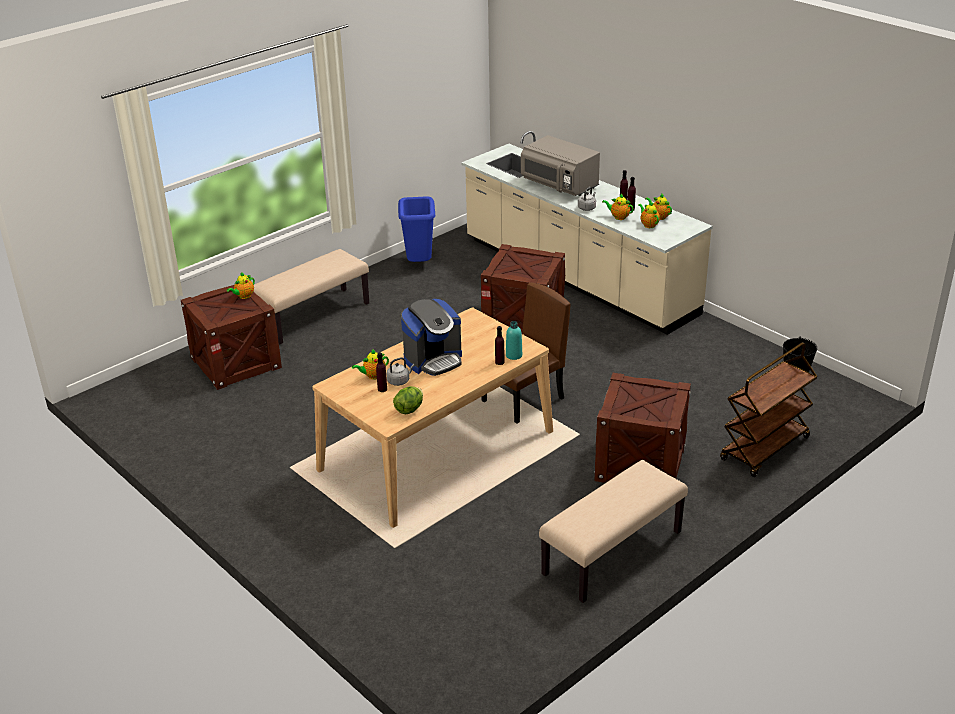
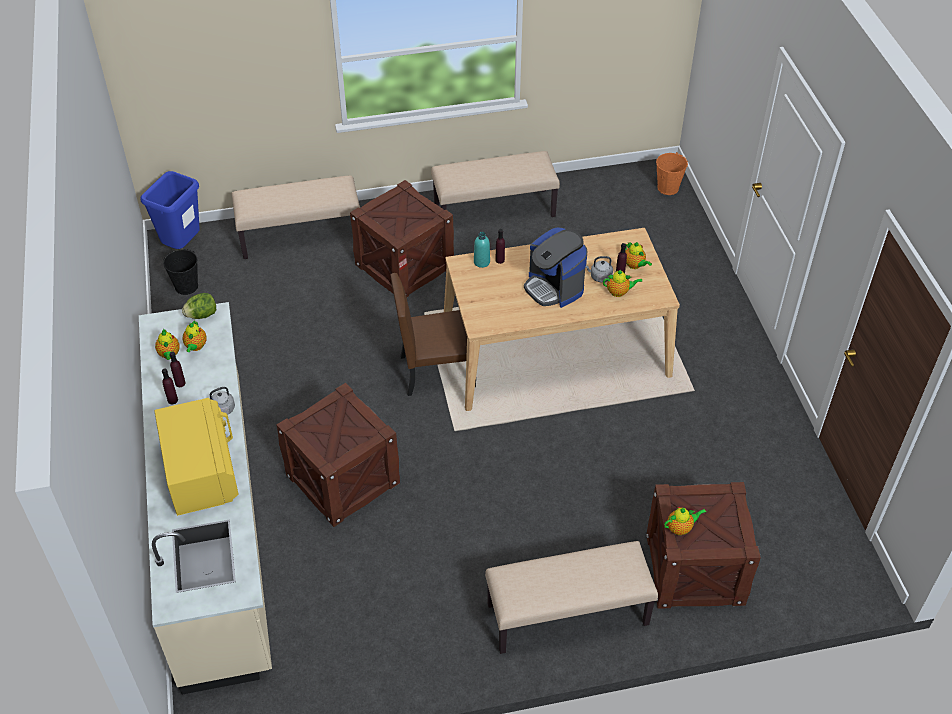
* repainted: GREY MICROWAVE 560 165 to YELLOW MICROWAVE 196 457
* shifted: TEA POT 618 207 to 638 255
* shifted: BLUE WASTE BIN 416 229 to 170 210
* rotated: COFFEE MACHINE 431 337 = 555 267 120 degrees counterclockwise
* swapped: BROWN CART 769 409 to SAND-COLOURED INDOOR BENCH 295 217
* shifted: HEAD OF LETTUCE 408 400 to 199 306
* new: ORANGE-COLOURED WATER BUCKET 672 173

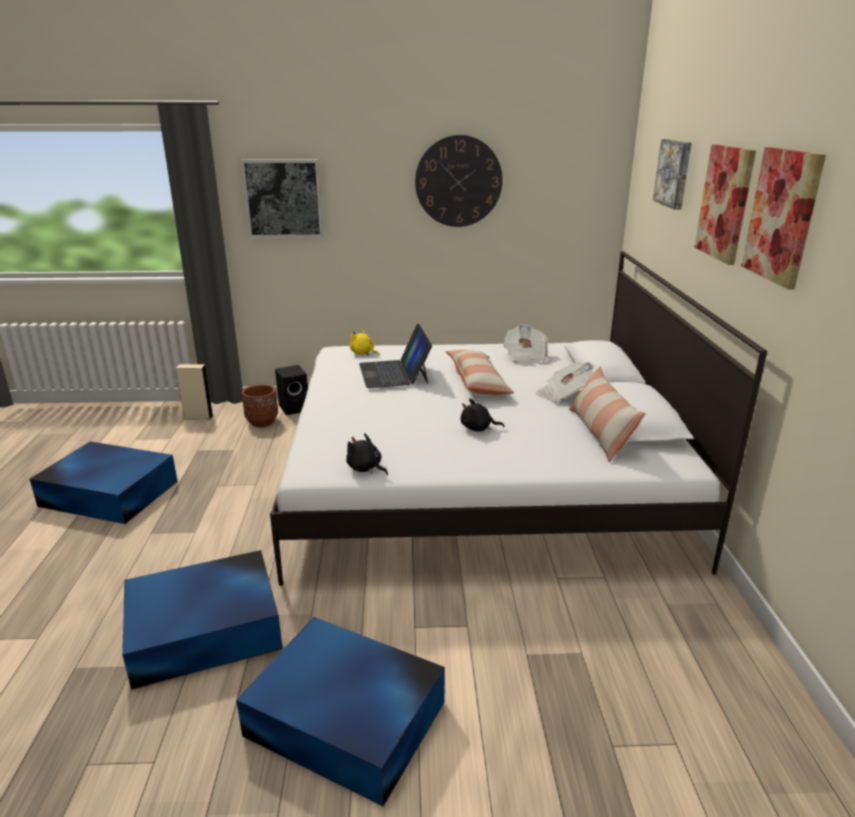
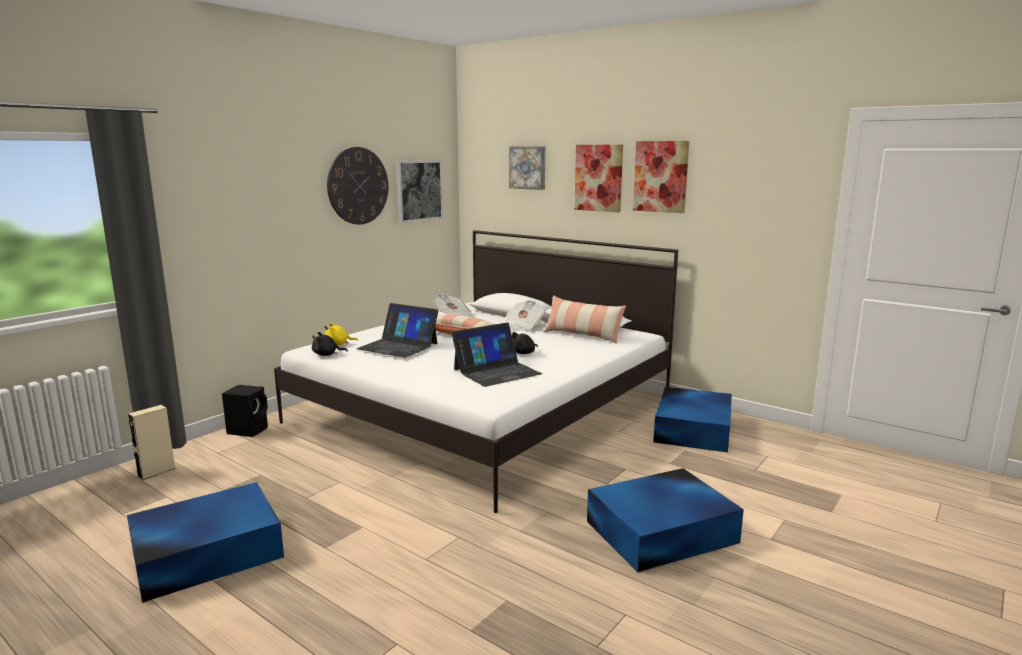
* shifted: PICTURE 282 198 to 419 191
* gone: BROWN PLANTER 260 405
* shifted: BLACK-COLOURED SOFT TOY 367 454 to 330 344
* shifted: BLUE STORAGE BOX 202 620 to 692 419
* new: LAPTOP 496 354

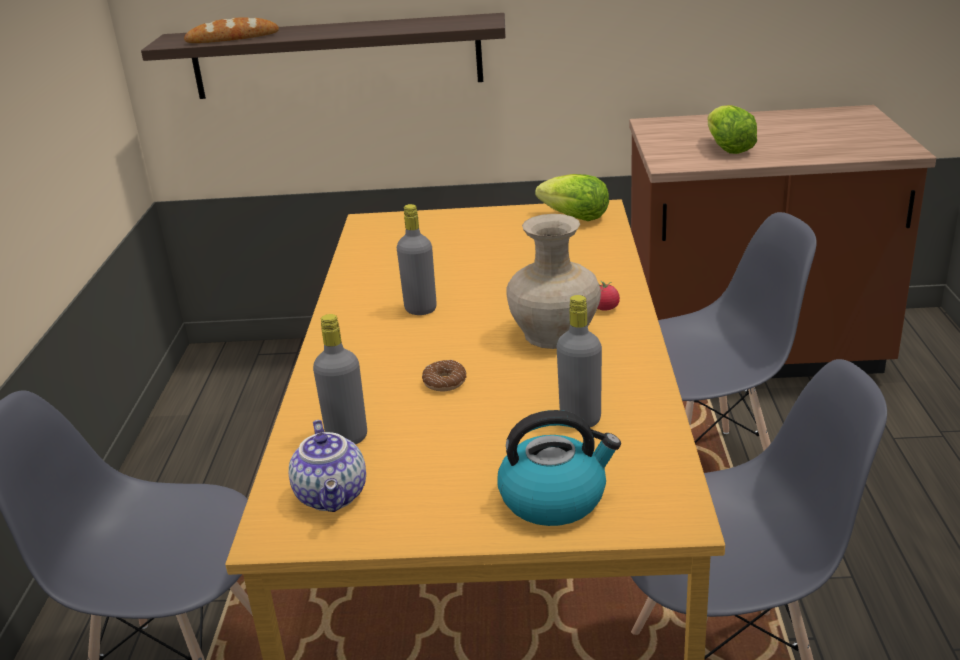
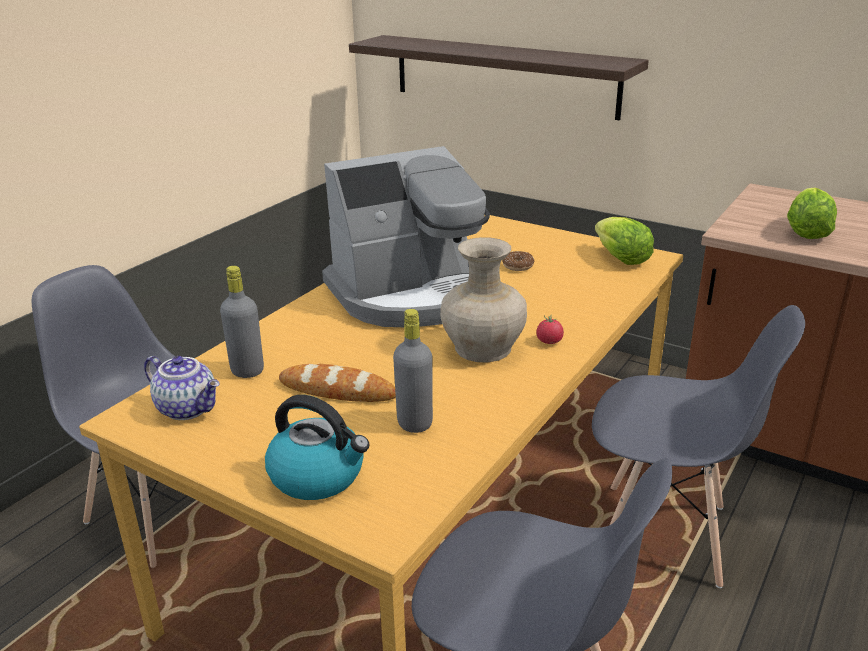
* shifted: BAKERY BREAD 231 30 to 337 383
* swapped: GREY BEVERAGE BOTTLE 417 259 to COFFEE MACHINE 406 236
* shifted: RING DOUGHNUT 444 375 to 518 261
* rotated: TEA POT 327 466 = 182 388 75 degrees counterclockwise

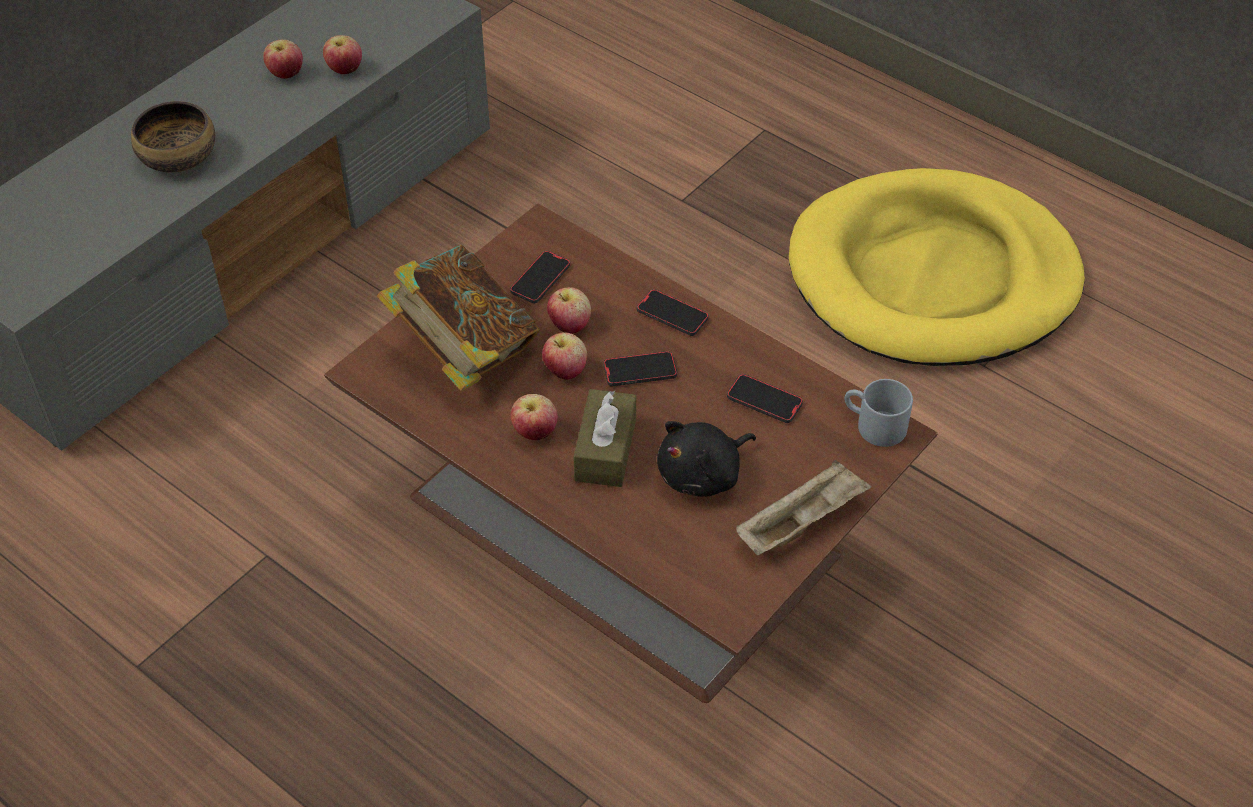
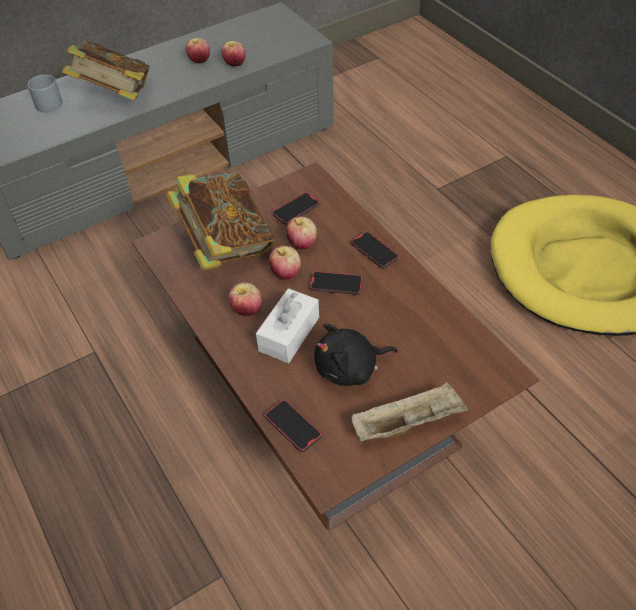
* swapped: BOWL 173 137 to VOLUME 106 70
* shifted: HANDSET 765 398 to 293 426
* shifted: GREY MUG 878 413 to 45 94
* repainted: BROWN TISSUE BOX 605 438 to WHITISH TISSUE BOX 287 325

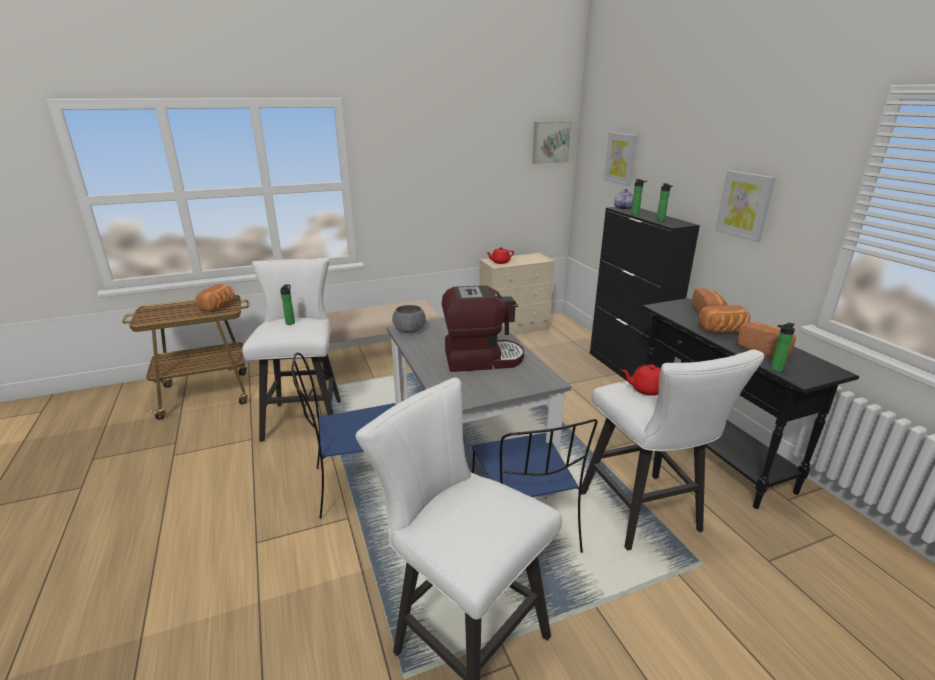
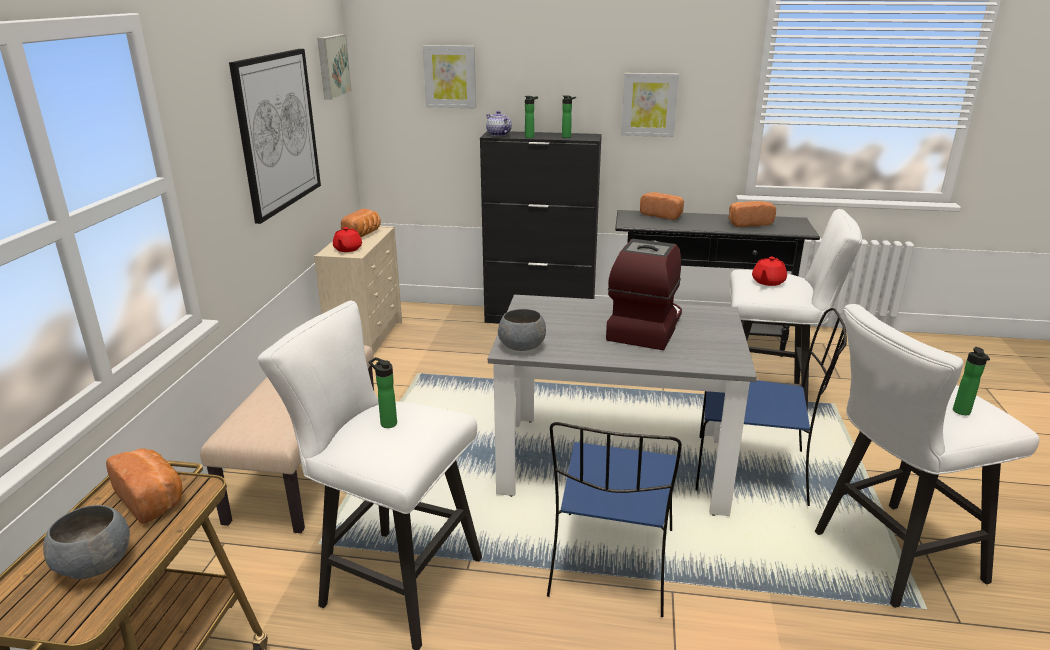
* shifted: BAKERY BREAD 724 319 to 361 223
* shifted: BEVERAGE BOTTLE 782 347 to 971 381
* new: PICTURE 275 136
* new: GREY BOWL 86 542

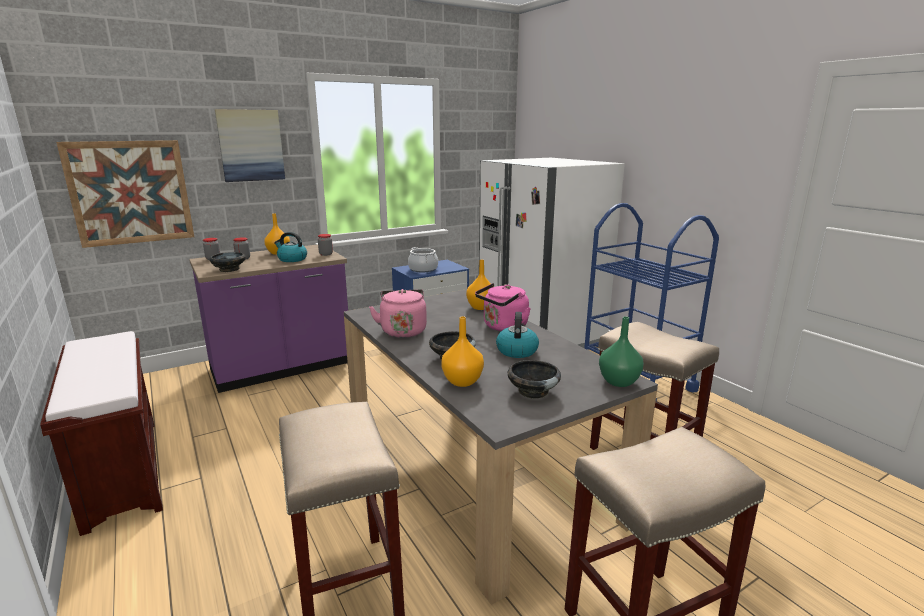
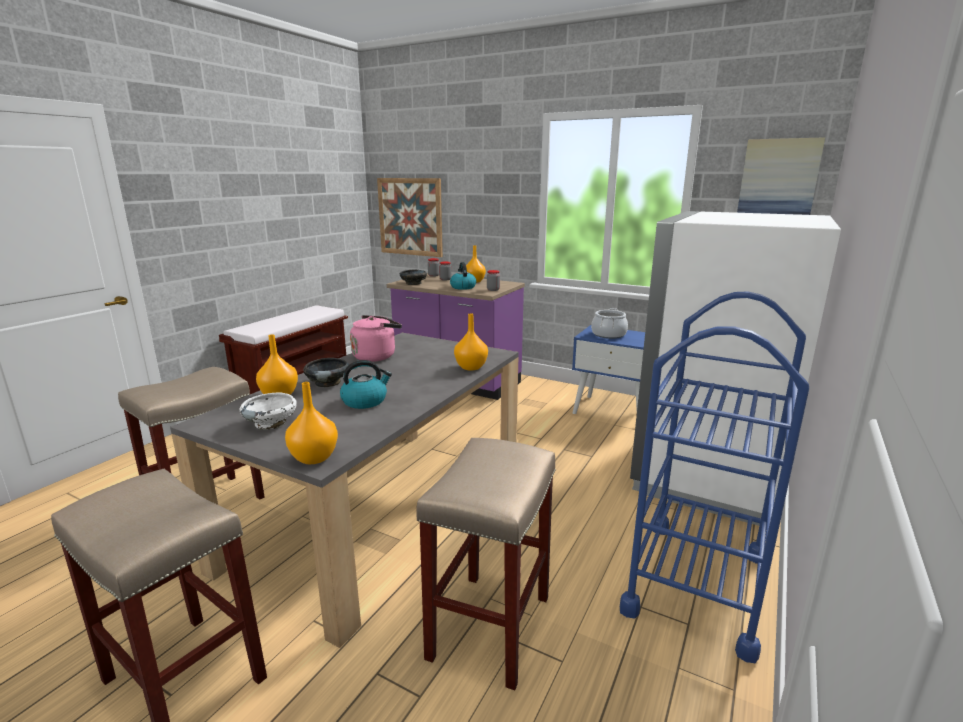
* shifted: PICTURE 250 145 to 781 176
* gone: PINK WATER KETTLE 503 307
* repainted: GREEN DECORATIVE VASE 621 352 to ORANGE-COLOURED DECORATIVE VASE 311 423
* repainted: BLACK-COLOURED BOWL 534 379 to WHITISH BOWL 268 411

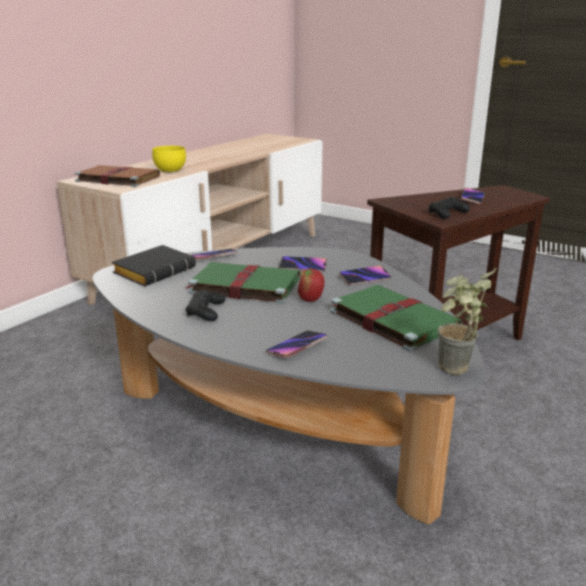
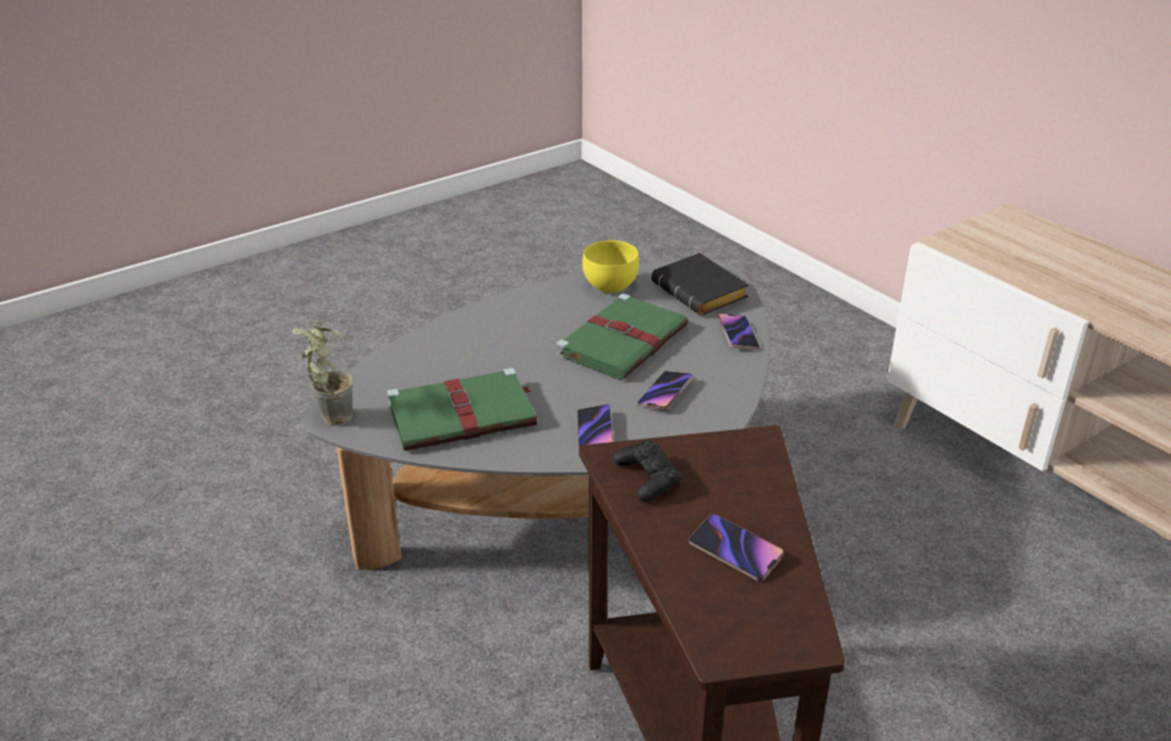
* shifted: YELLOW BOWL 169 159 to 610 267
* gone: BROWN VOLUME 117 176
* gone: APPLE 311 284
* gone: BLACK-COLOURED JOYPAD 205 305
* gone: HANDSET 296 344

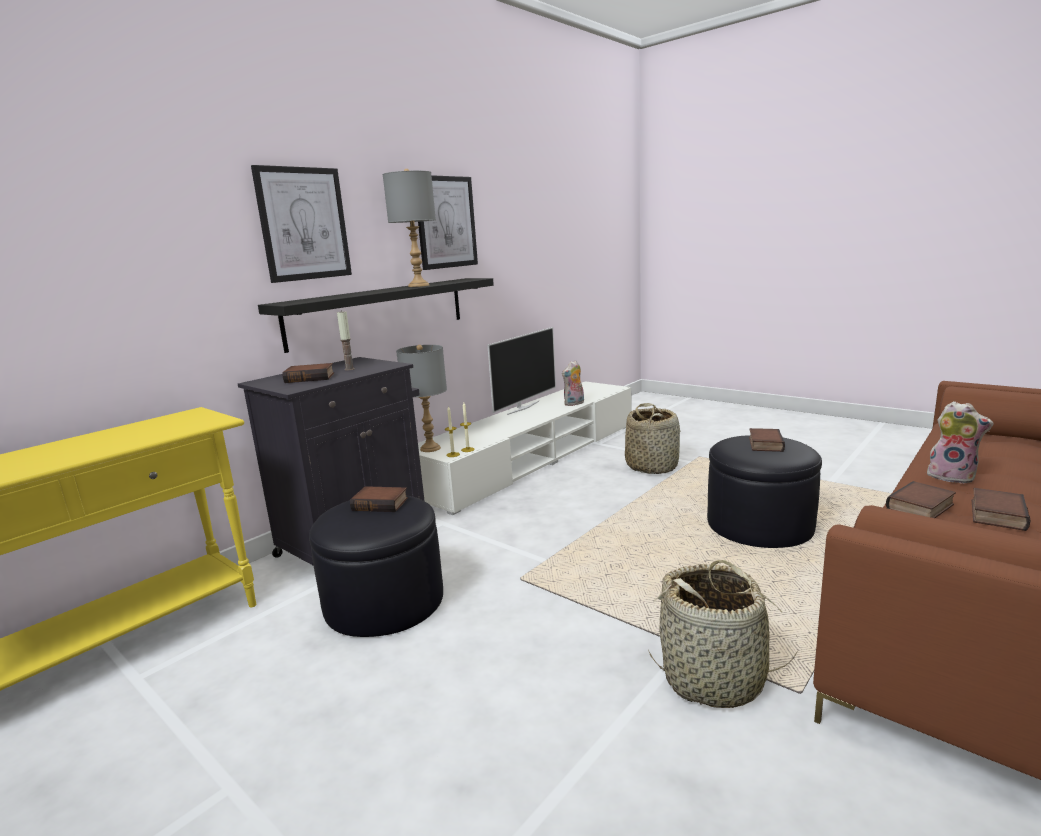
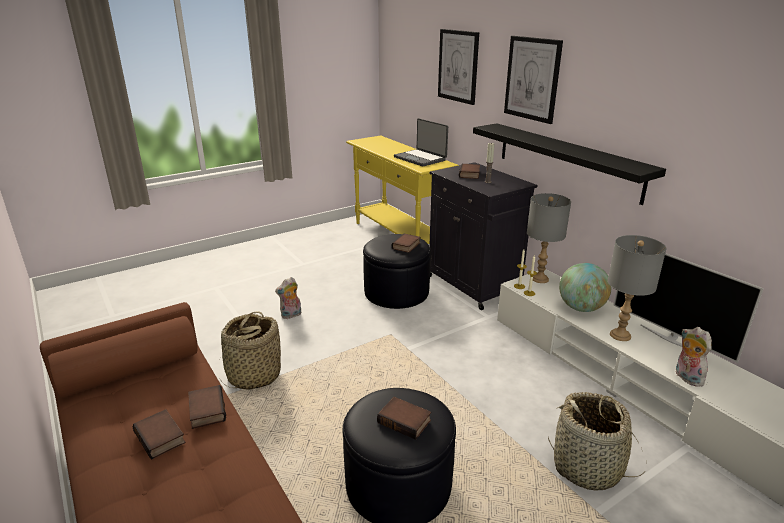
* shifted: GREY TABLETOP LAMP 409 228 to 637 288
* shifted: PICTURE 448 222 to 458 67
* shifted: SOFT TOY 960 442 to 288 298
* new: LAPTOP 421 142
* new: DESK GLOBE 585 287

